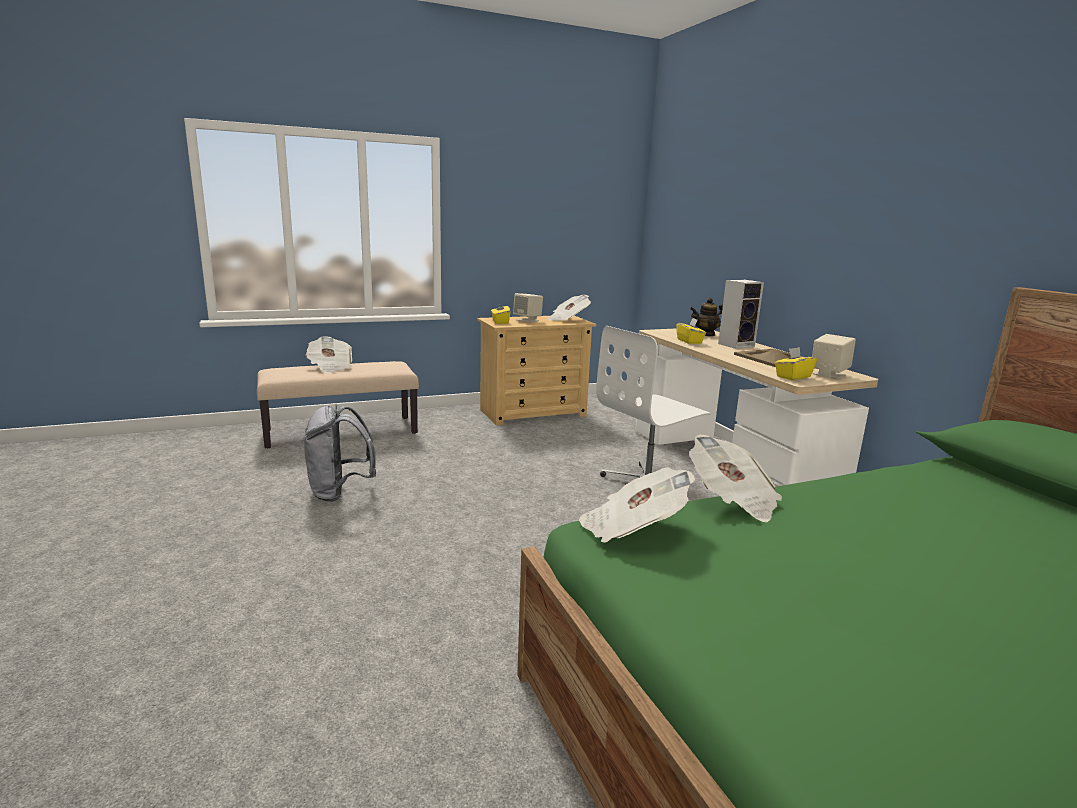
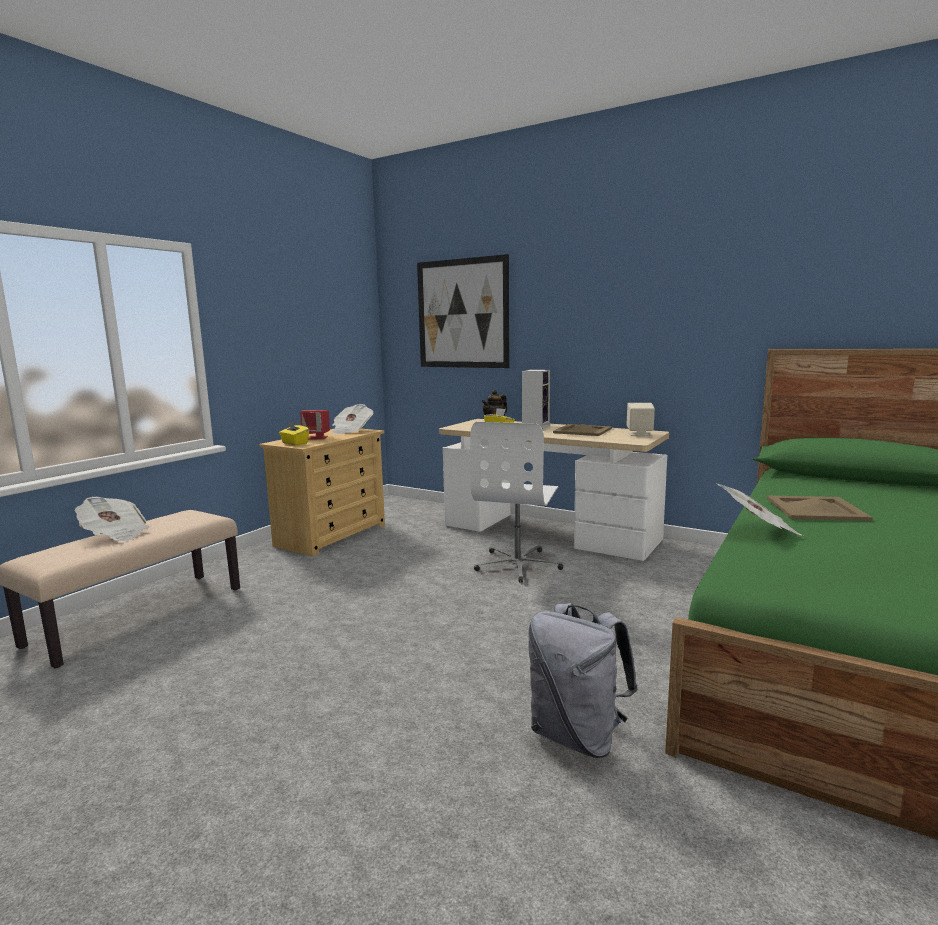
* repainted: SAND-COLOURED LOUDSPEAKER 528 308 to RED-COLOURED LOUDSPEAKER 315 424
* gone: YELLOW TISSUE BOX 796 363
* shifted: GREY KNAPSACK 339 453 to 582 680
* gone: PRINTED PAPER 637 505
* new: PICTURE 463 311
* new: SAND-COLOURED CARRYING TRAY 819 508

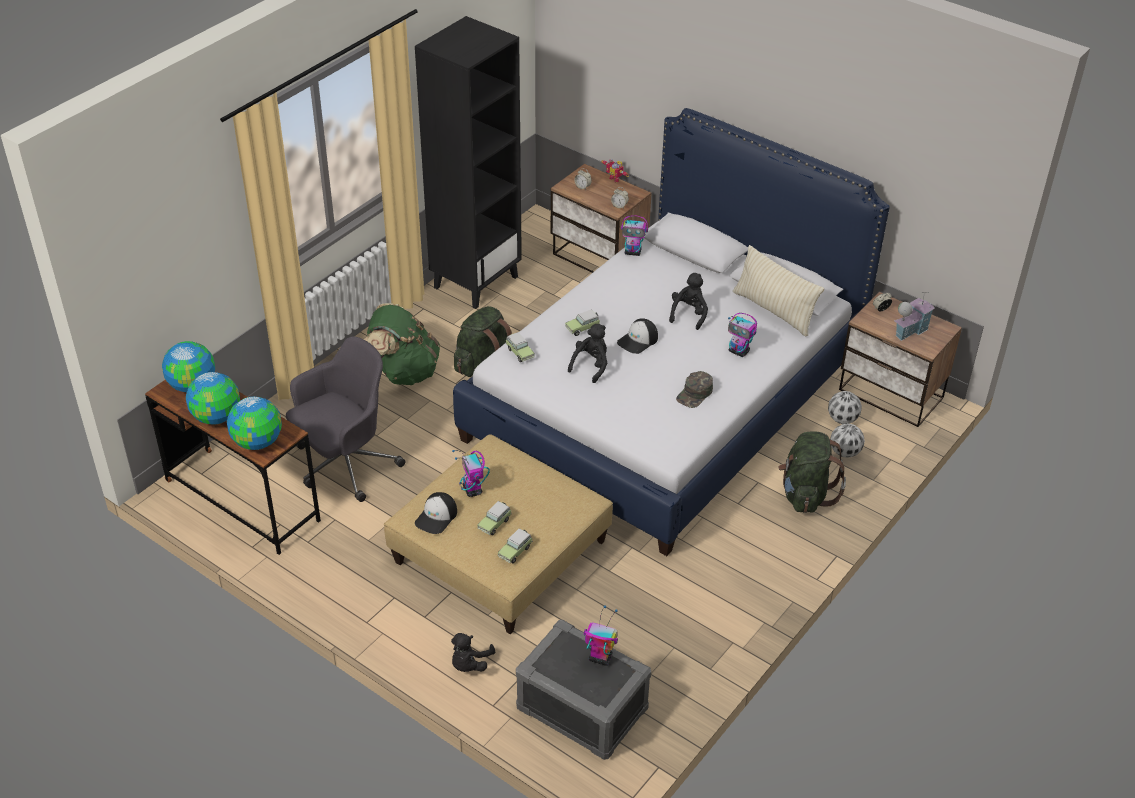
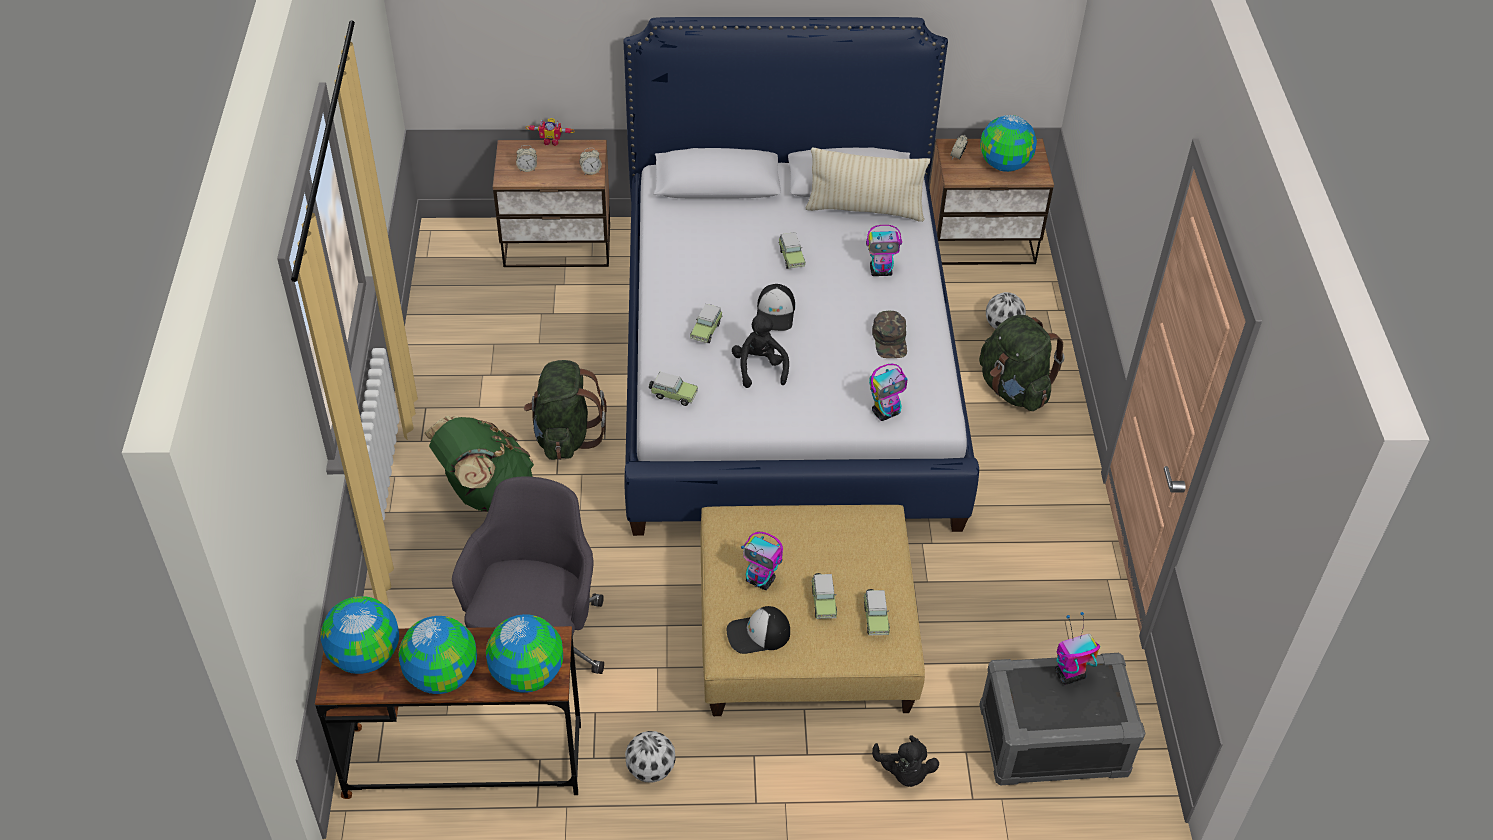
* gone: BLACK-COLOURED BOOKSHELF 468 162
* shifted: ROBOT FIGURE 634 235 to 888 392
* swapped: BLACK-COLOURED SOFT TOY 688 301 to MINIATURE CAR 791 250
* swapped: MODEL HOUSE 914 316 to DESK GLOBE 1008 143
* shifted: BALL FOR FOOTBALL 845 407 to 650 757
* rotated: BASEBALL CAP 436 513 = 758 630 90 degrees clockwise

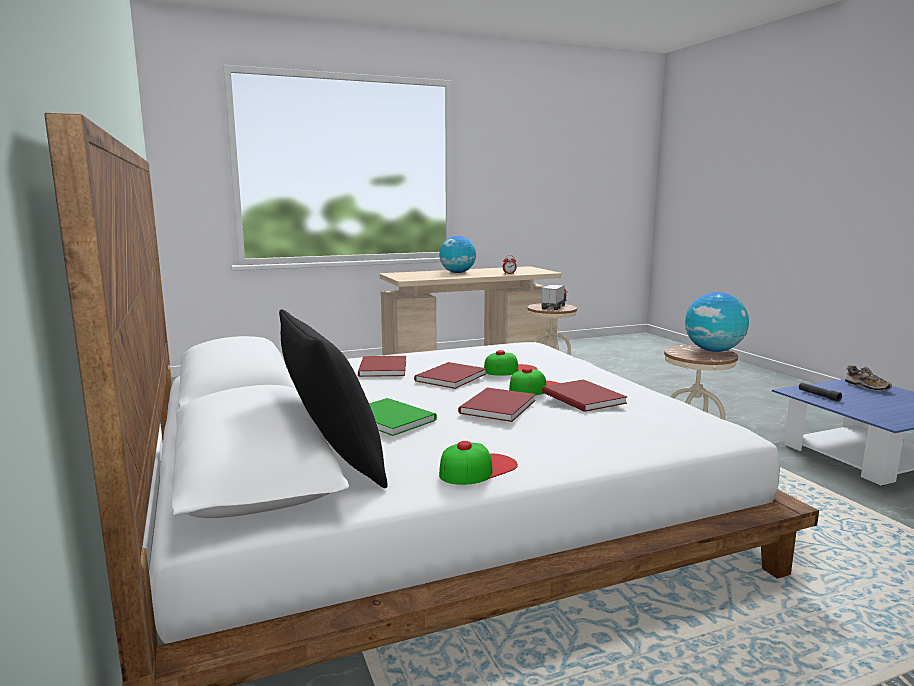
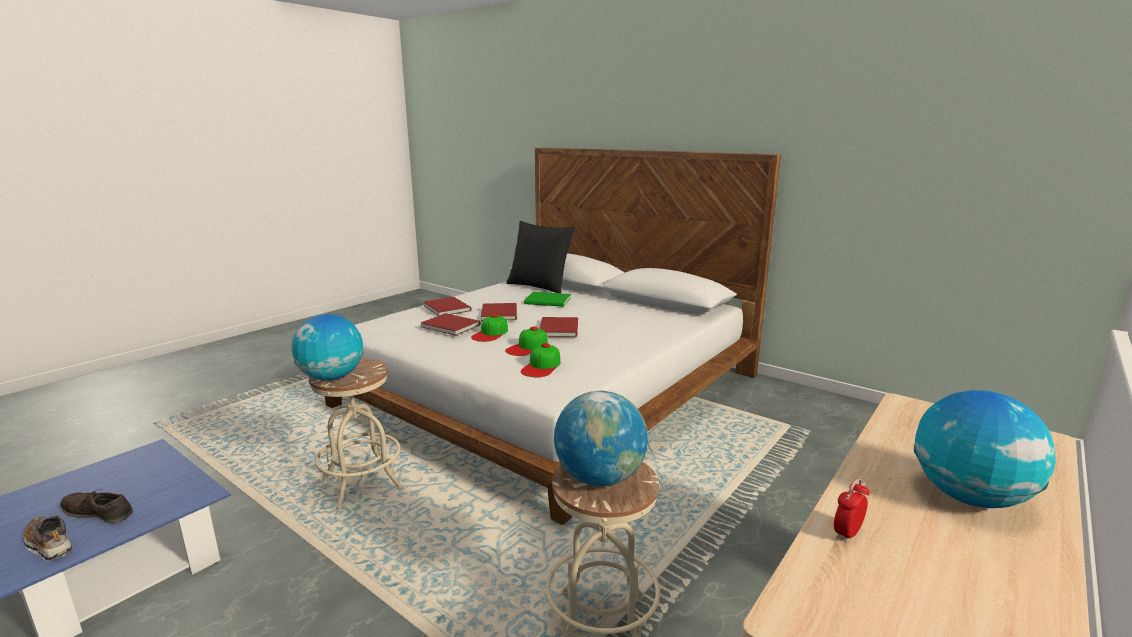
* swapped: MODEL TRUCK 554 297 to DESK GLOBE 601 438
* shifted: RED-COLOURED VOLUME 382 366 to 448 306
* gone: BLACK-COLOURED HAND TORCH 820 392
* shifted: BASEBALL CAP 478 463 to 540 360
* new: BROWN SHOE 96 506

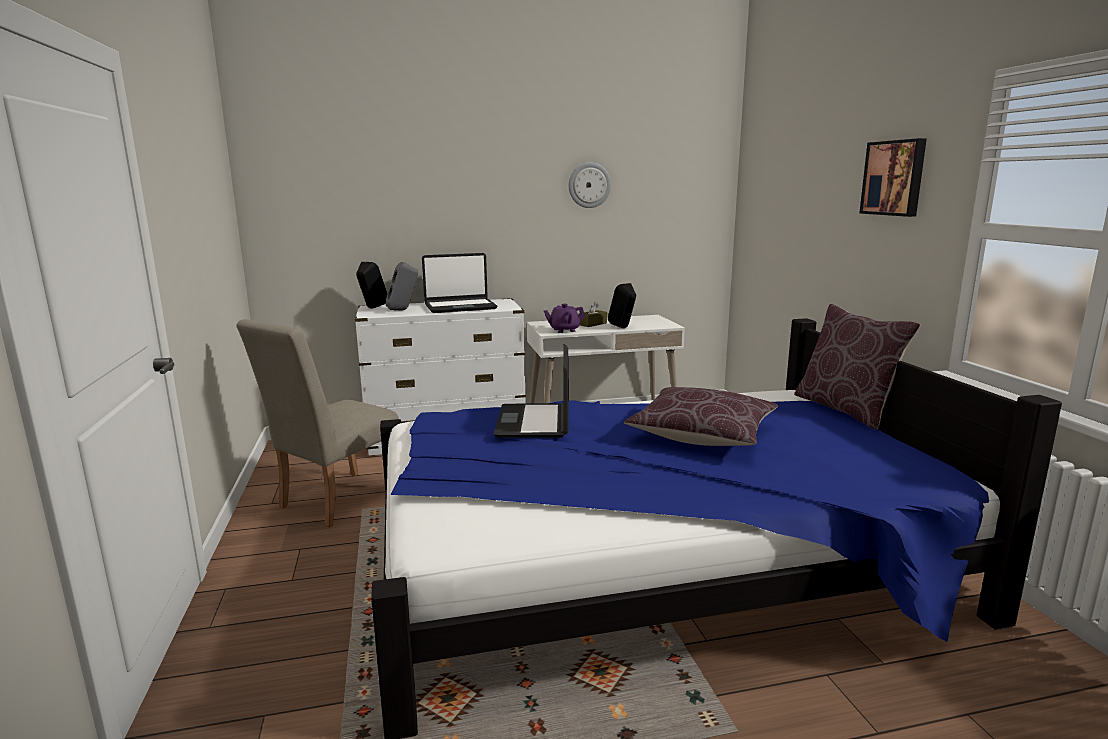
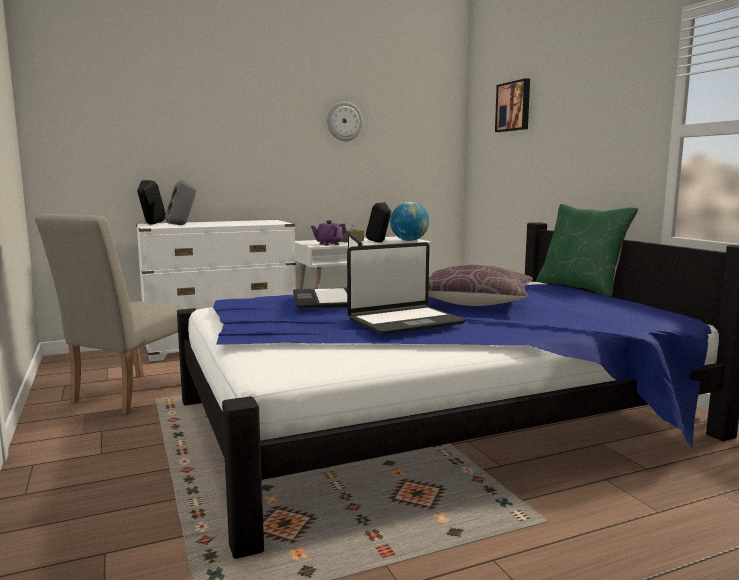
* shifted: PICTURE 893 177 to 512 105
* shifted: LAPTOP 459 283 to 406 288
* repainted: BROWN CUSHION 857 367 to GREEN CUSHION 587 250
* new: DESK GLOBE 409 221

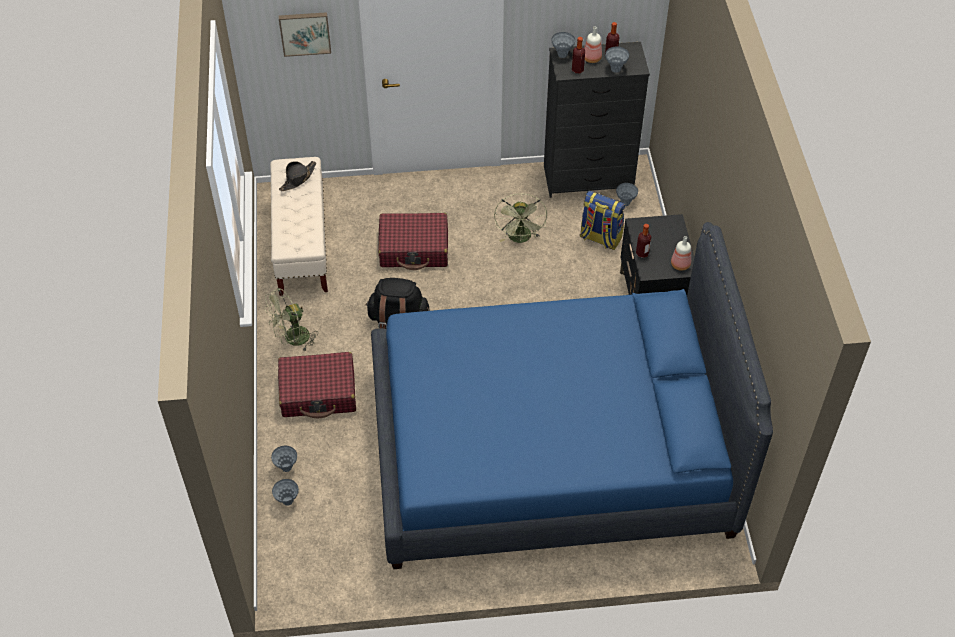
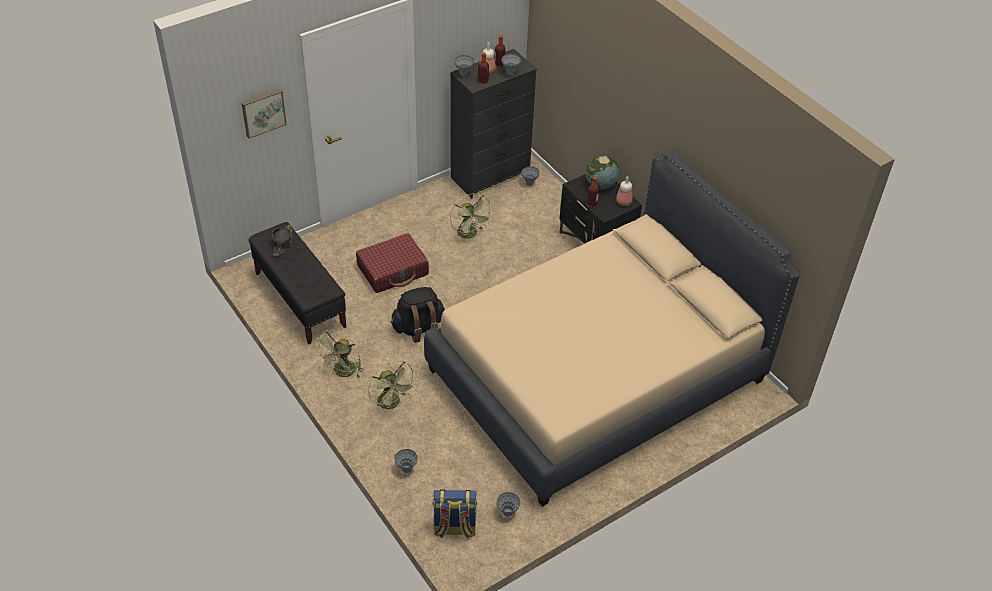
* repainted: SAND-COLOURED INDOOR BENCH 299 226 to BLACK-COLOURED INDOOR BENCH 297 283
* shifted: KNAPSACK 603 220 to 455 514
* repainted: BLUE SLEEPING BED 572 395 to SAND-COLOURED SLEEPING BED 612 329
* swapped: RED-COLOURED PIECE OF LUGGAGE 317 385 to GREEN ELECTRIC FAN 392 388
* shifted: GREY DECORATIVE VASE 285 492 to 508 504
* new: DESK GLOBE 602 172

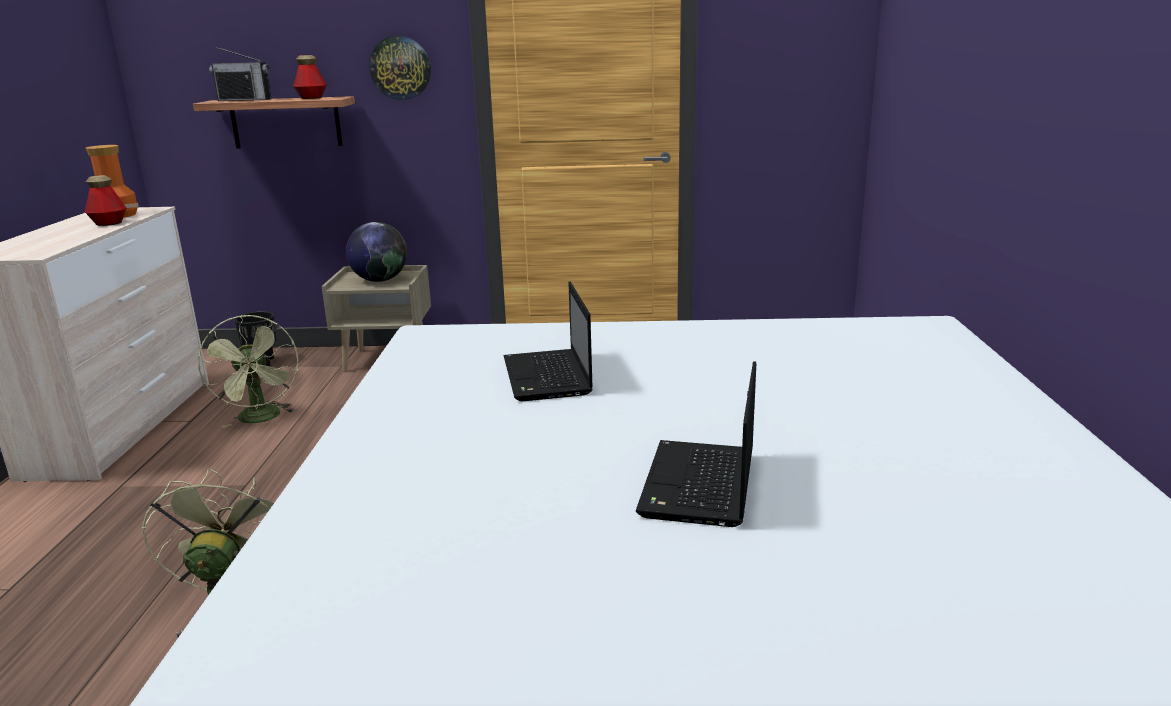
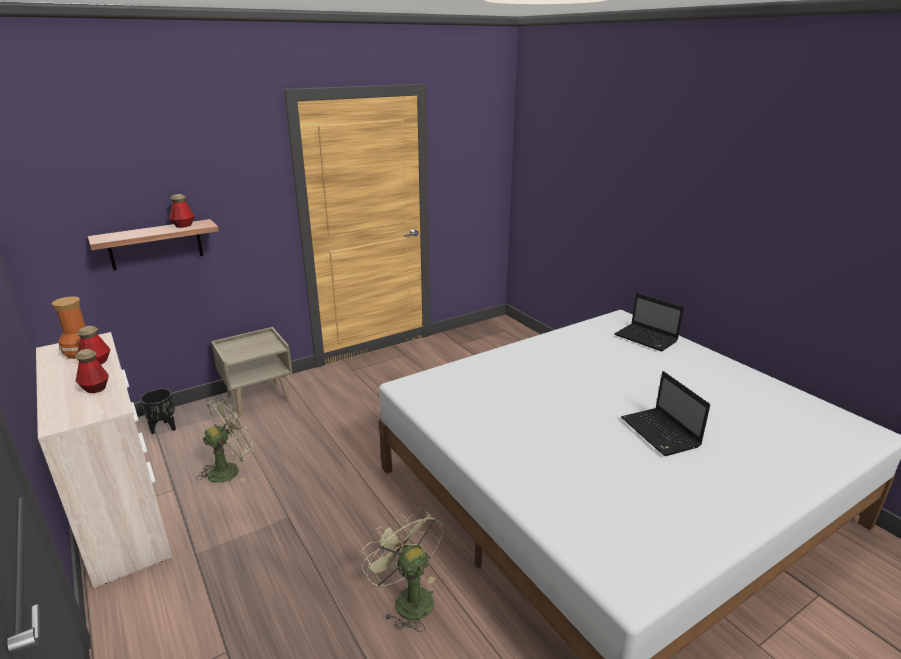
* gone: WALL CLOCK 400 68
* gone: RADIO RECEIVER 240 74
* gone: DESK GLOBE 376 252
* shifted: LAPTOP 548 341 to 649 322
* rotated: GREEN ELECTRIC FAN 248 371 = 224 440 75 degrees counterclockwise
* new: BEVERAGE BOTTLE 92 371

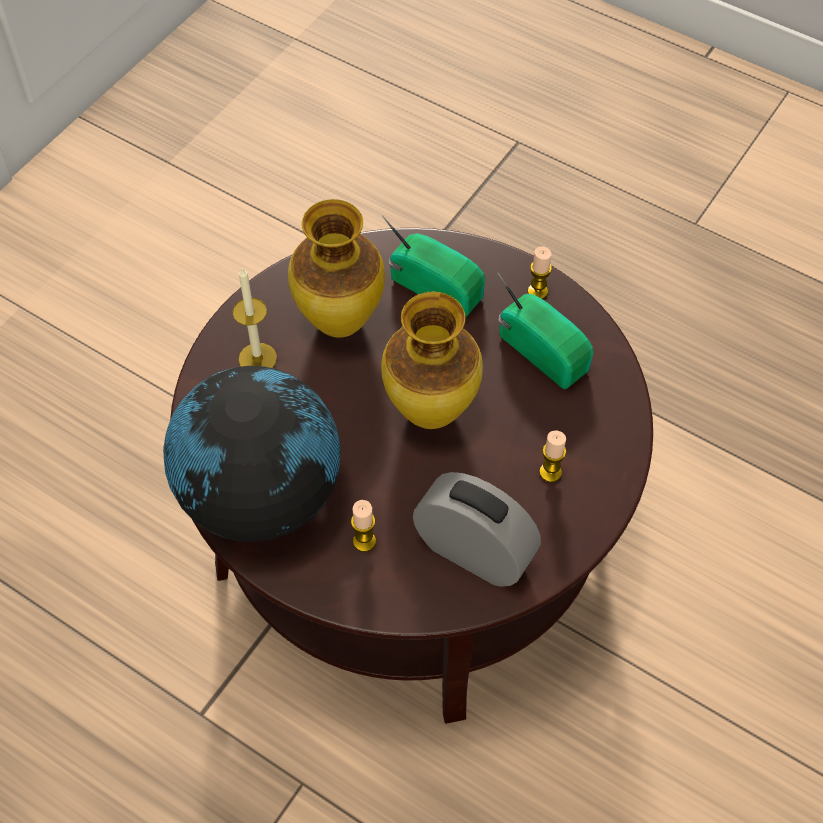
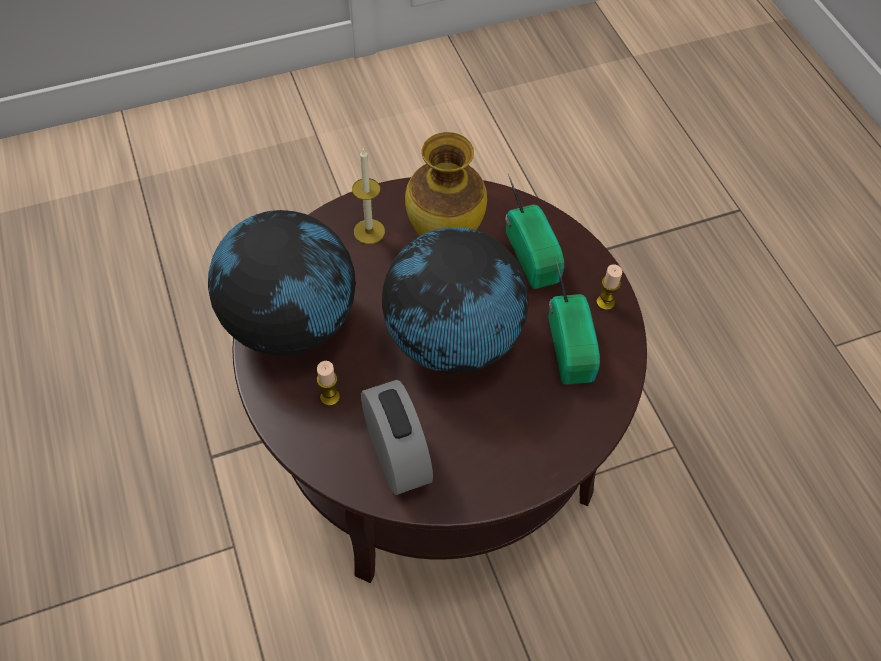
* swapped: DECORATIVE VASE 432 360 to DESK GLOBE 455 300
* gone: CANDLE 552 456

